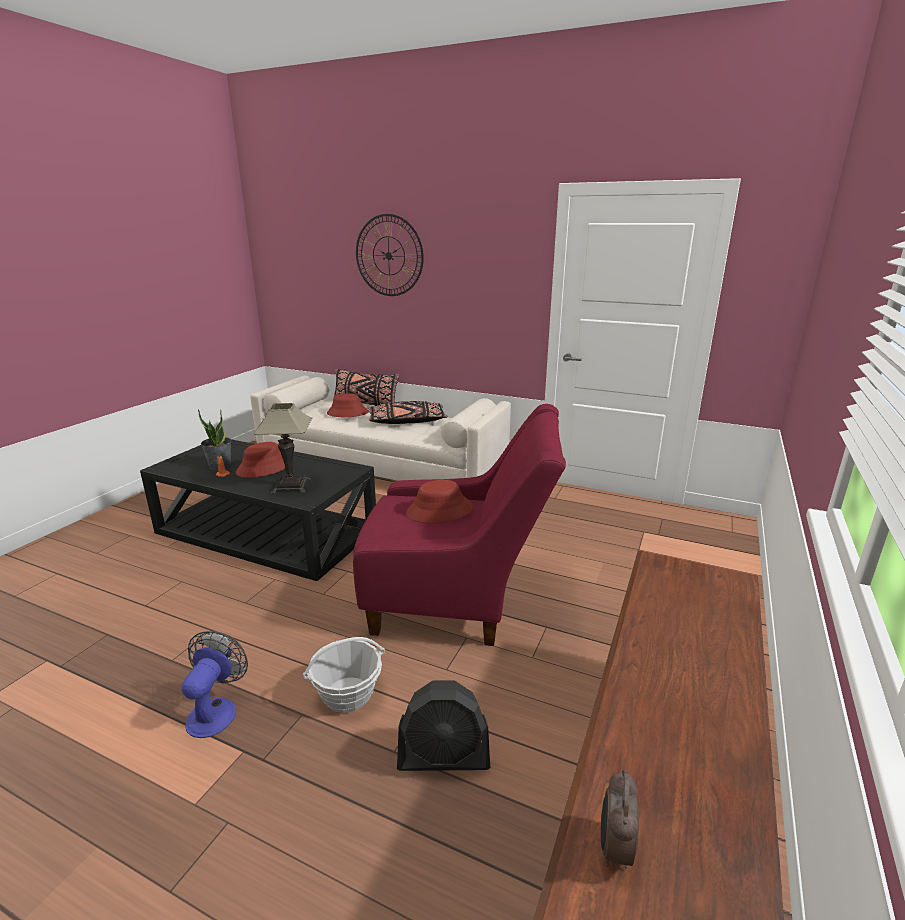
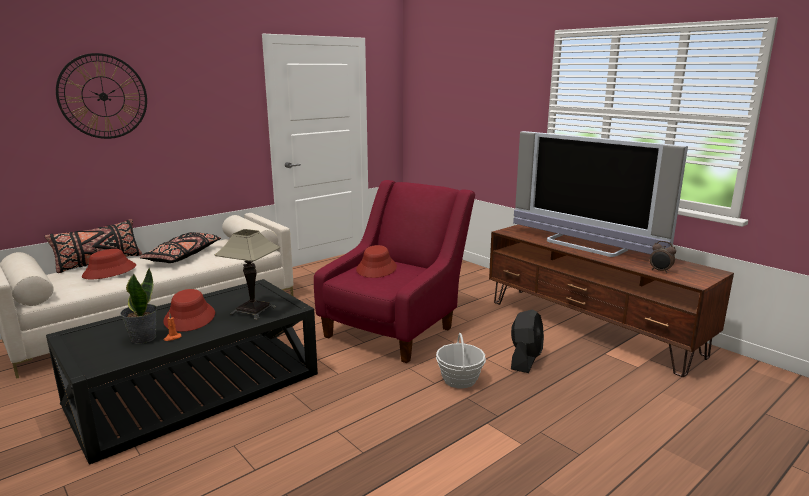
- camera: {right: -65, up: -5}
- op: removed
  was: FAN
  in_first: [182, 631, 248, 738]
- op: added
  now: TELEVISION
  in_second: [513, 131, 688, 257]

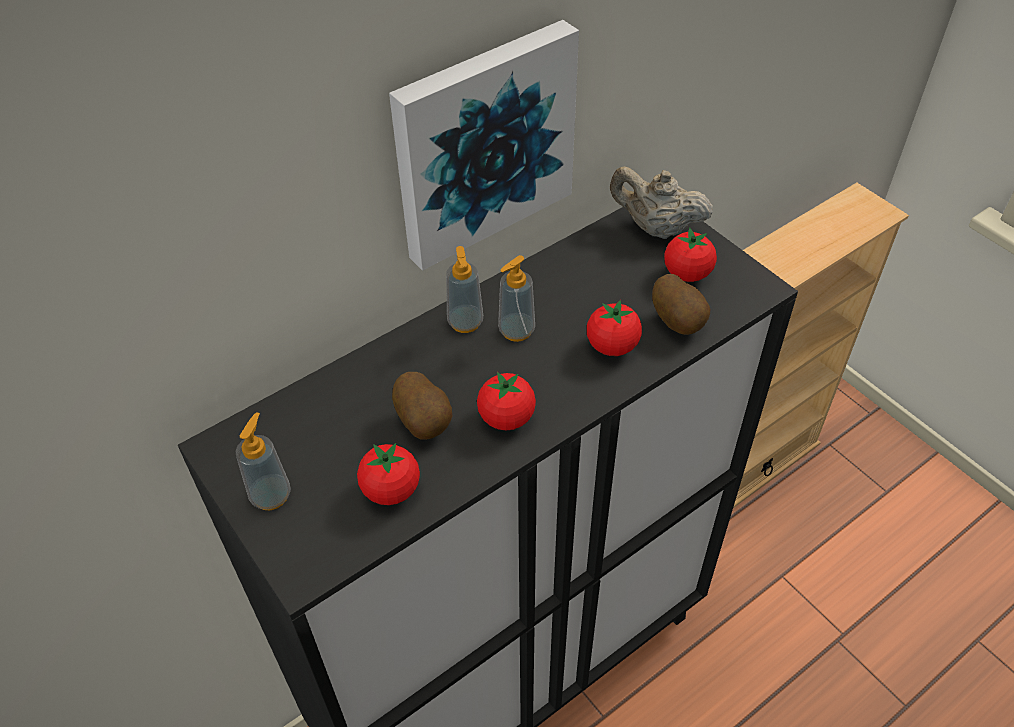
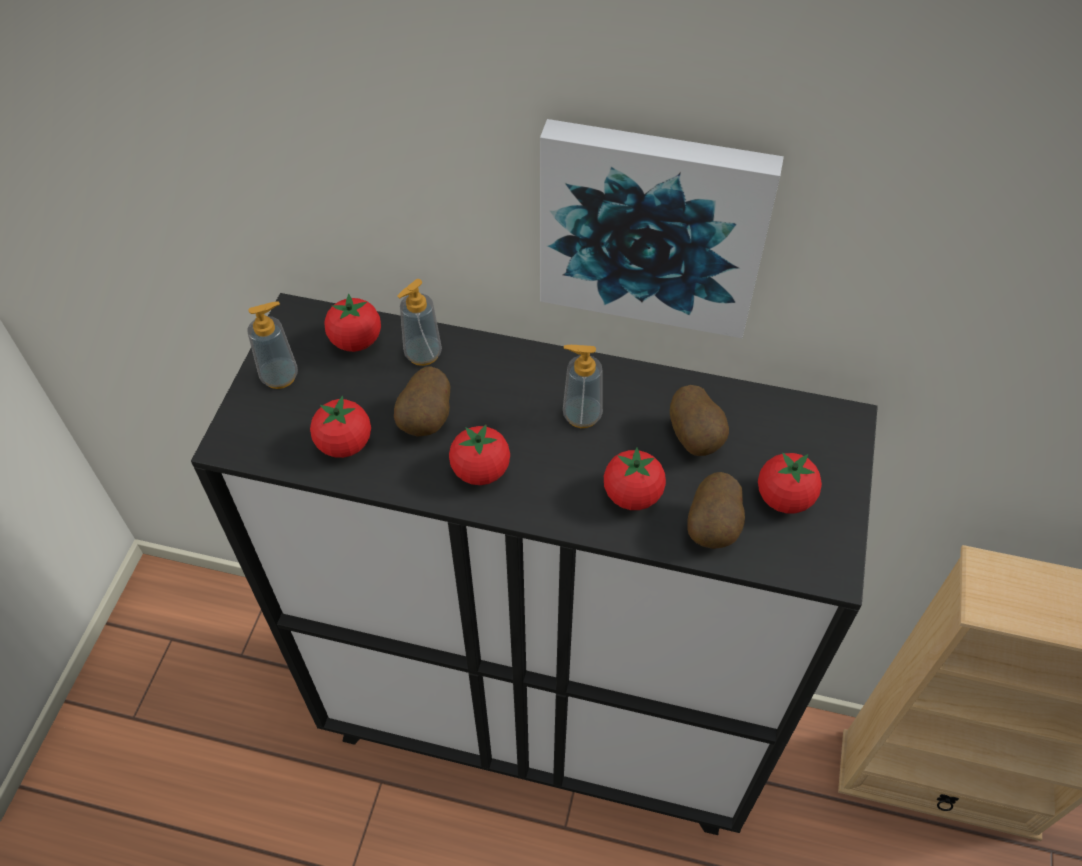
- camera: {right: 50, up: 5}
- op: removed
  was: BEIGE TEAPOT
  in_first: [610, 166, 713, 239]
- op: added
  now: TOMATO
  in_second: [324, 294, 381, 352]
- op: added
  now: POTATO
  in_second: [670, 385, 729, 456]
- op: moved
  was: SOAP DISPENSER
  in_first: [446, 246, 483, 333]
  in_second: [398, 279, 442, 366]

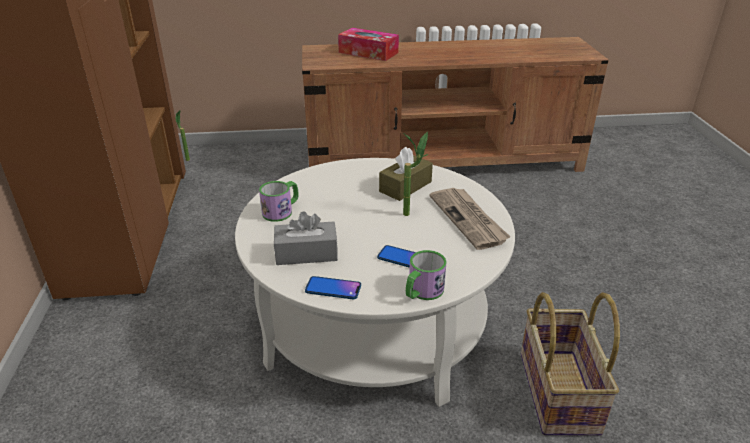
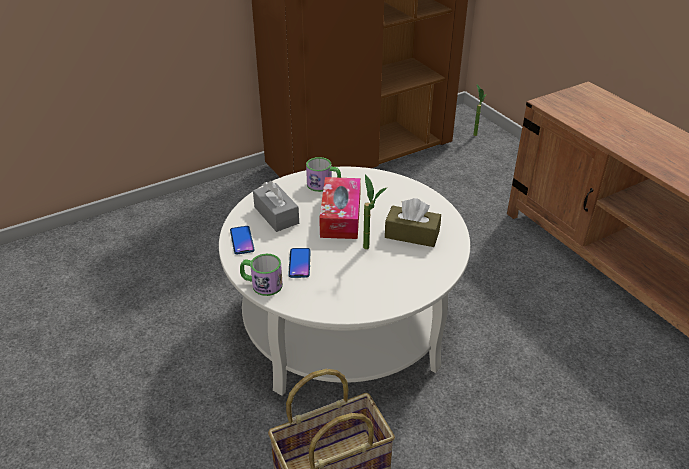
- camera: {right: 65, up: 5}
- op: removed
  was: NEWSPAPER
  in_first: [429, 188, 510, 250]
- op: moved
  was: TISSUE BOX
  in_first: [338, 28, 399, 61]
  in_second: [319, 177, 361, 239]

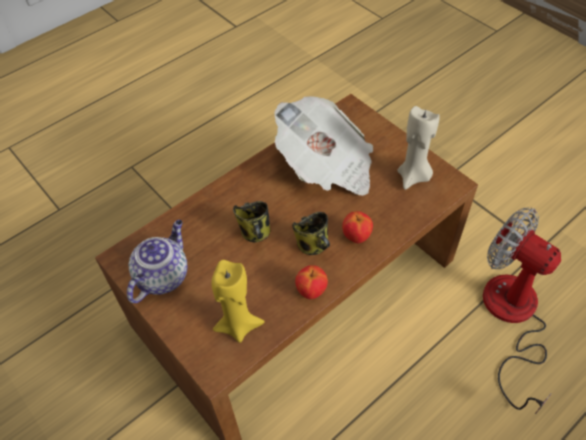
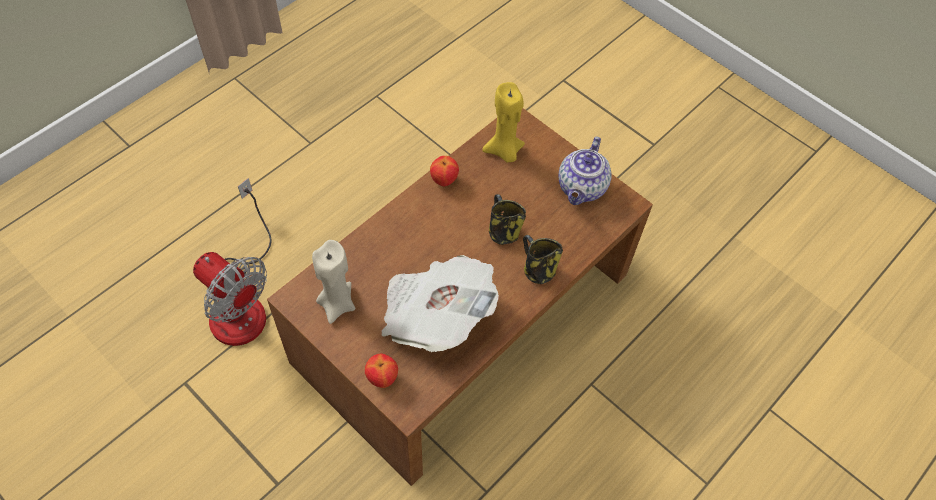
- camera: {right: 170, up: 5}
- op: moved
  was: MUG
  in_first: [292, 212, 330, 255]
  in_second: [523, 235, 563, 284]
- op: moved
  was: APPLE
  in_first: [342, 211, 373, 243]
  in_second: [365, 354, 398, 388]

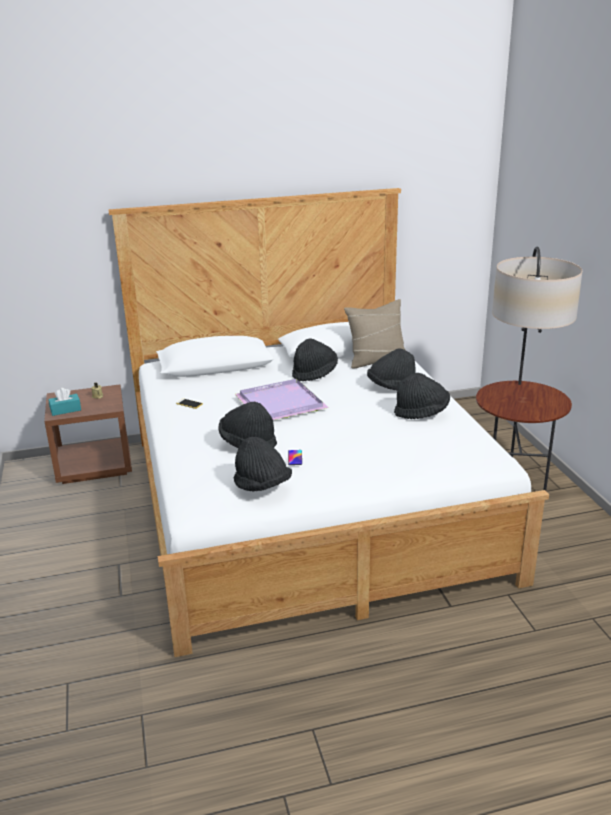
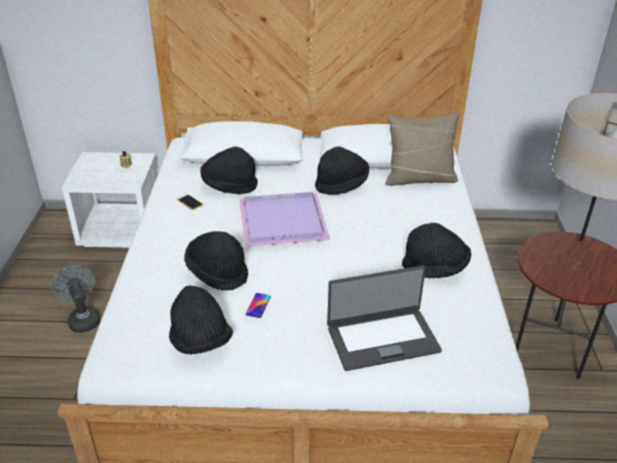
- camera: {right: 15, up: 10}
- op: removed
  was: TURQUOISE TISSUE BOX
  in_first: [48, 388, 81, 416]
- op: added
  now: GREY FAN
  in_second: [52, 265, 101, 333]
- op: added
  now: LAPTOP
  in_second: [327, 265, 442, 371]
- op: moved
  was: BLACK HAT
  in_first: [367, 348, 416, 390]
  in_second: [201, 147, 258, 194]
- op: recoloured
  was: BROWN NIGHTSTAND
  now: WHITE NIGHTSTAND
  in_first: [44, 385, 132, 484]
  in_second: [62, 152, 158, 248]

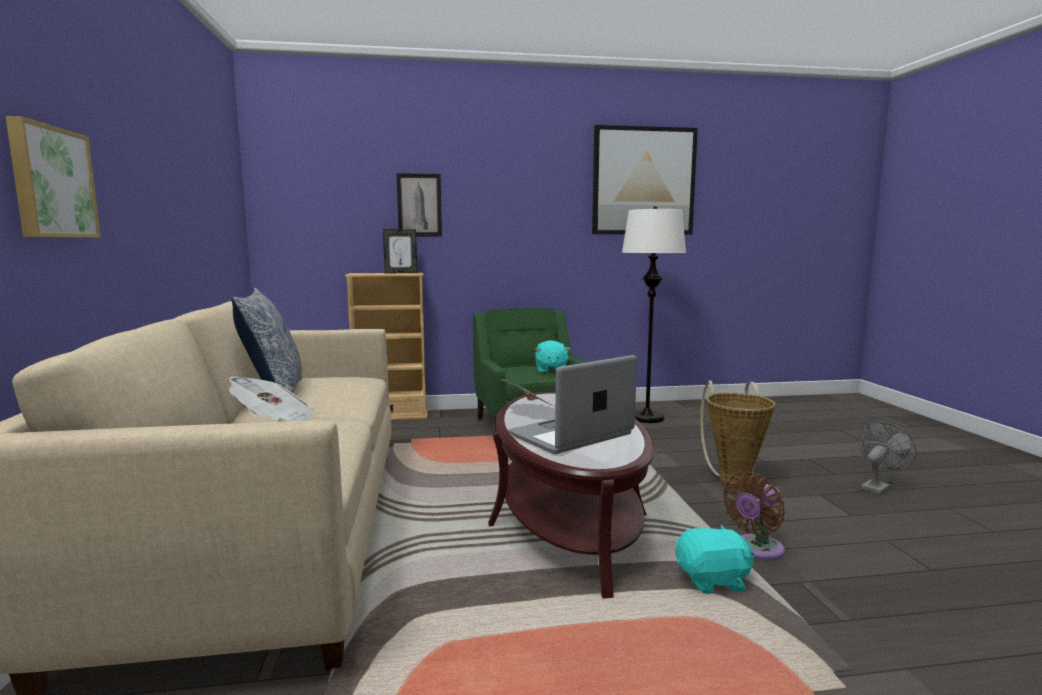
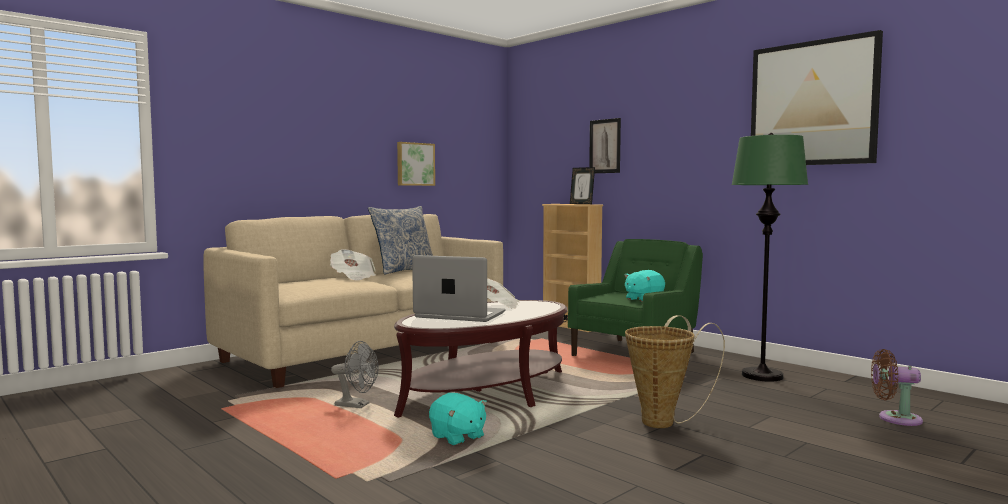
- camera: {right: 55, up: -5}
- op: moved
  was: PICTURE
  in_first: [5, 116, 101, 238]
  in_second: [397, 142, 435, 186]
- op: moved
  was: BROWN FAN
  in_first: [723, 472, 785, 560]
  in_second: [871, 349, 923, 426]
- op: moved
  was: GREY FAN
  in_first: [858, 421, 917, 495]
  in_second: [331, 341, 379, 408]
- op: recoloured
  was: WHITE FLOOR LAMP
  now: GREEN FLOOR LAMP
  in_first: [622, 206, 686, 423]
  in_second: [731, 133, 808, 382]

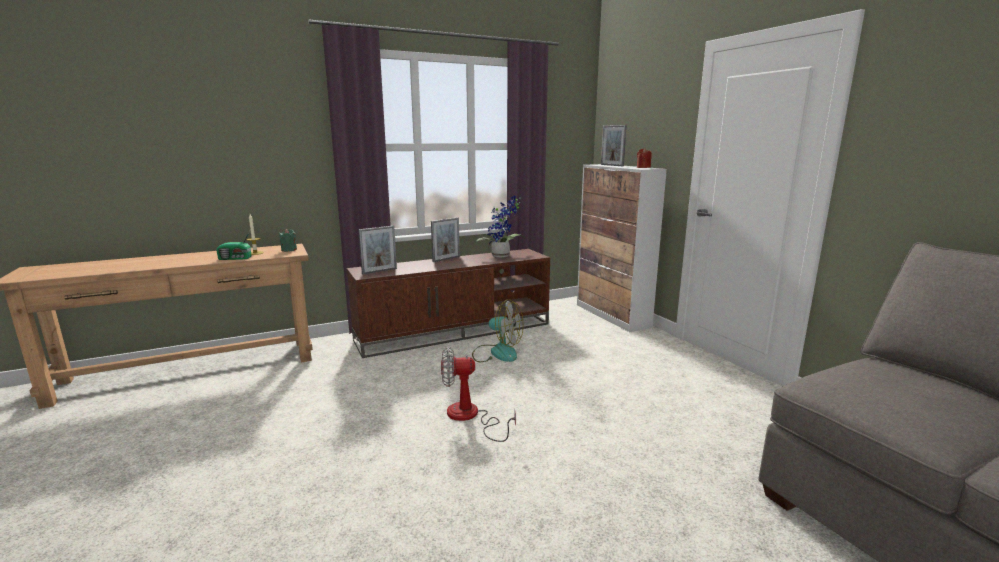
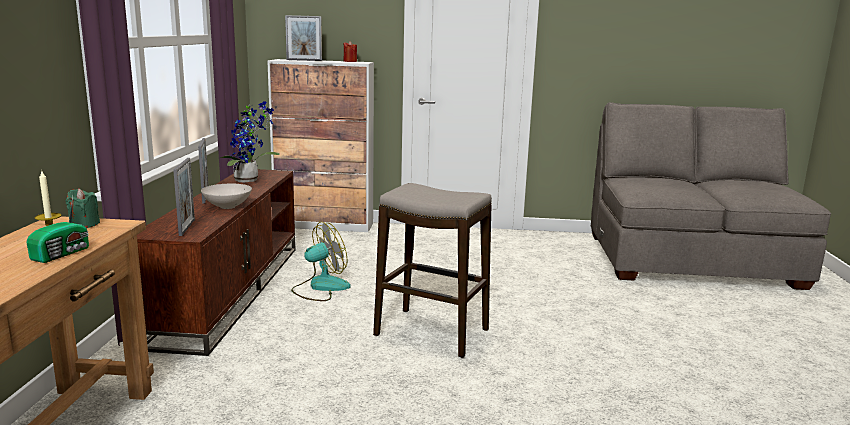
- camera: {right: -60, up: 0}
- op: added
  now: WHITE BOWL
  in_second: [201, 184, 252, 209]
- op: replaced
  was: FAN
  now: STOOL
  in_first: [441, 347, 516, 442]
  in_second: [373, 183, 492, 358]

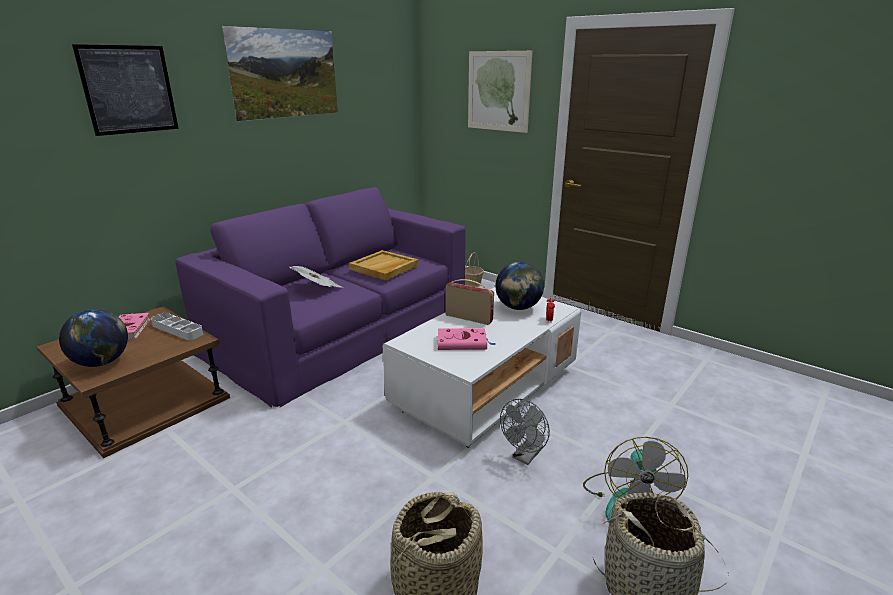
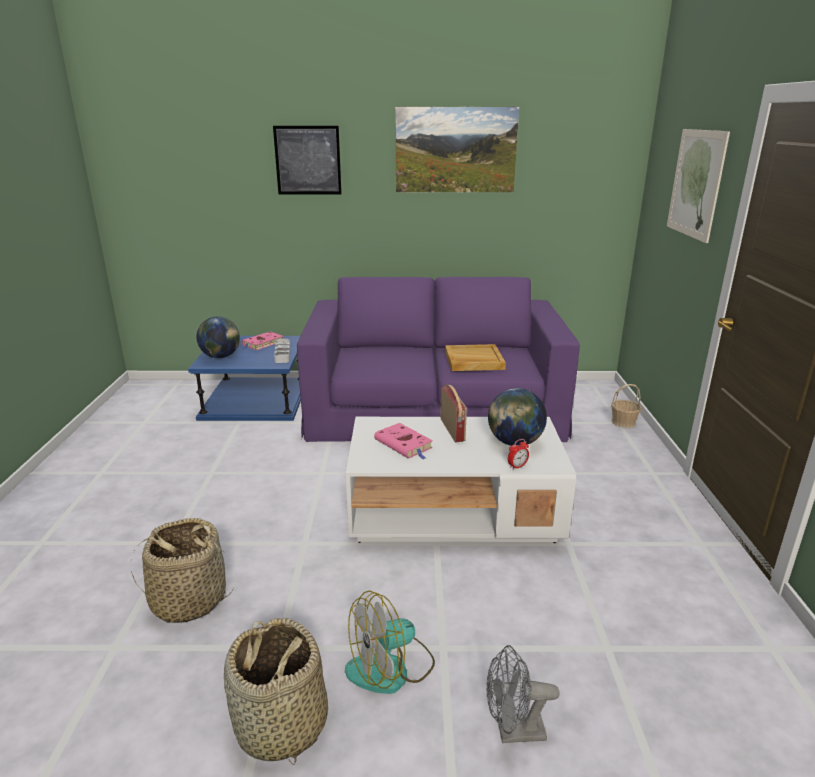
- camera: {right: 50, up: 0}
- op: removed
  was: NEWSPAPER
  in_first: [289, 266, 343, 288]
- op: moved
  was: GREY FAN
  in_first: [500, 399, 550, 465]
  in_second: [486, 645, 559, 743]
- op: recoloured
  was: BROWN SIDE TABLE
  now: BLUE SIDE TABLE
  in_first: [36, 306, 230, 458]
  in_second: [188, 336, 301, 421]

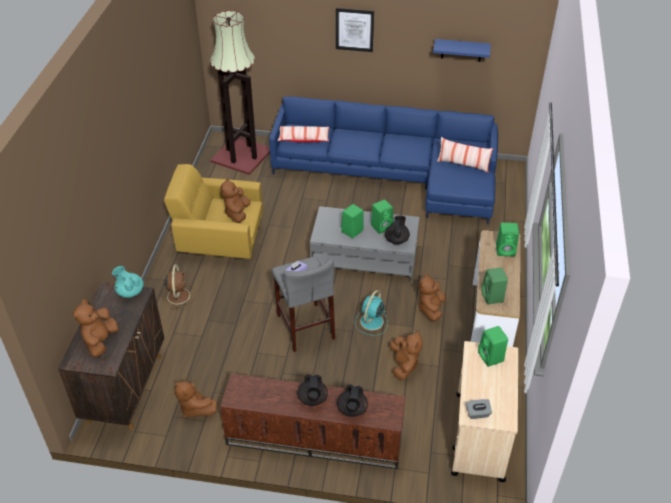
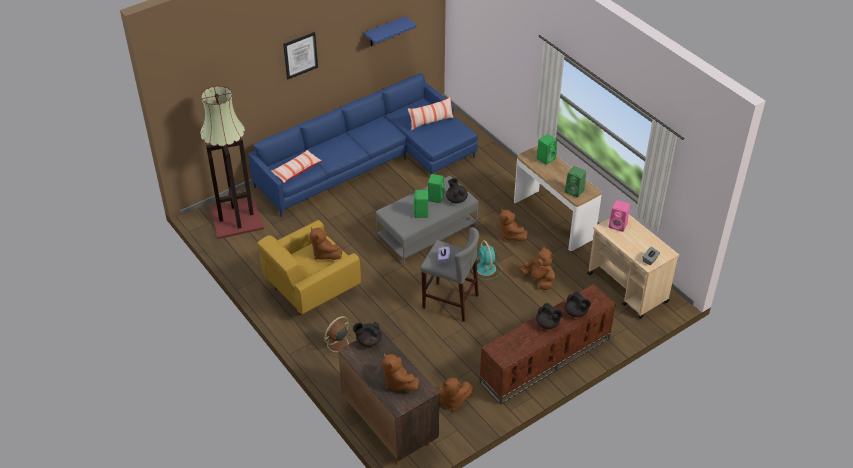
- camera: {right: -45, up: 0}
- op: recoloured
  was: TURQUOISE TEAPOT
  now: BLACK TEAPOT
  in_first: [112, 266, 144, 298]
  in_second: [353, 322, 382, 347]
- op: recoloured
  was: GREEN SPEAKER
  now: PINK SPEAKER
  in_first: [478, 326, 508, 367]
  in_second: [608, 200, 630, 232]
- op: turned
  was: BROWN FAN
  in_first: [162, 264, 195, 309]
  in_second: [321, 316, 354, 357]
  clockwise: -90

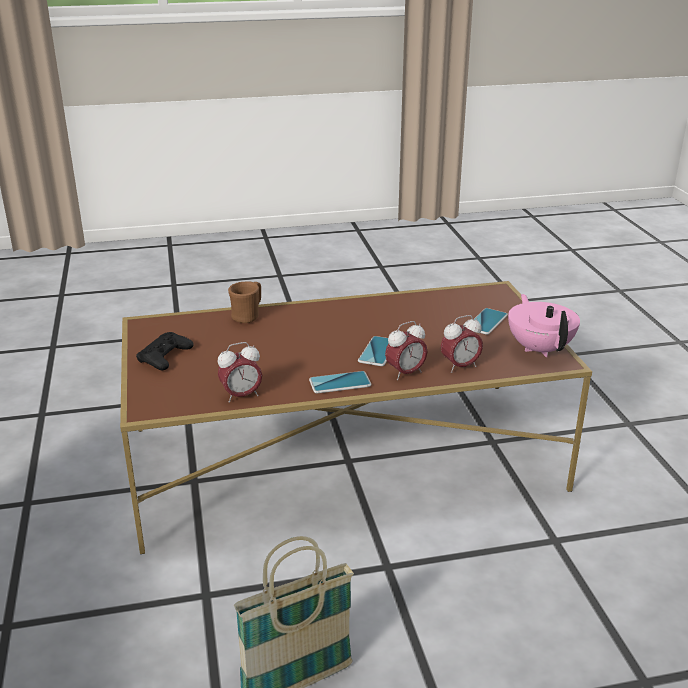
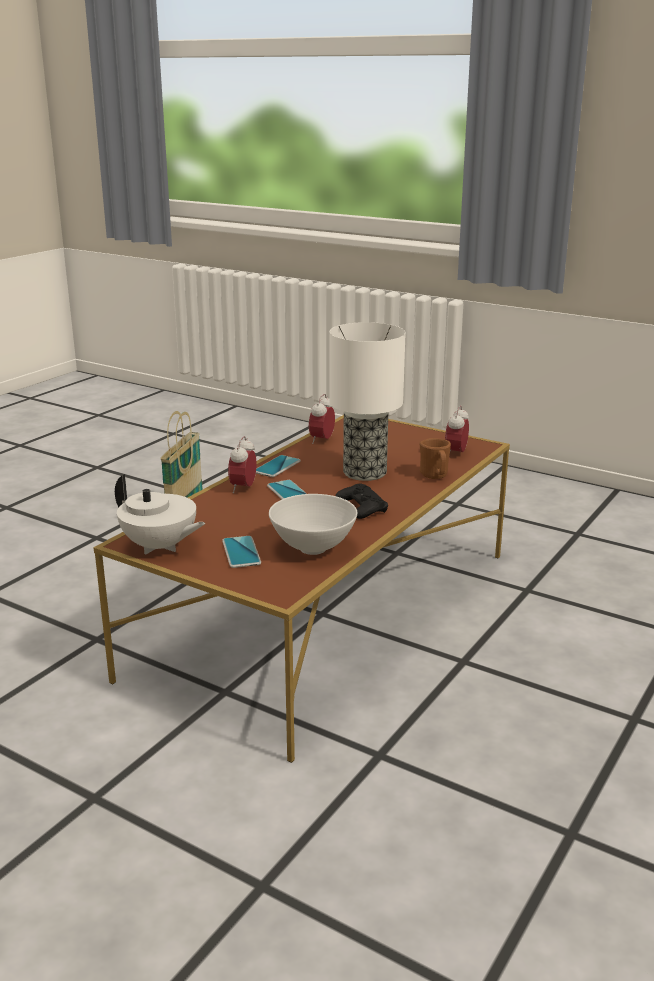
- camera: {right: 135, up: -5}
- op: added
  now: WHITE BOWL
  in_second: [269, 494, 357, 555]
- op: added
  now: TABLE LAMP
  in_second: [329, 322, 406, 481]
- op: moved
  was: BLACK GAME CONTROLLER
  in_first: [136, 332, 193, 370]
  in_second: [336, 484, 388, 519]
- op: moved
  was: ALARM CLOCK
  in_first: [441, 315, 483, 373]
  in_second: [445, 406, 469, 452]
- op: recoloured
  was: PINK TEAPOT
  now: WHITE TEAPOT
  in_first: [508, 294, 580, 357]
  in_second: [115, 474, 205, 555]

